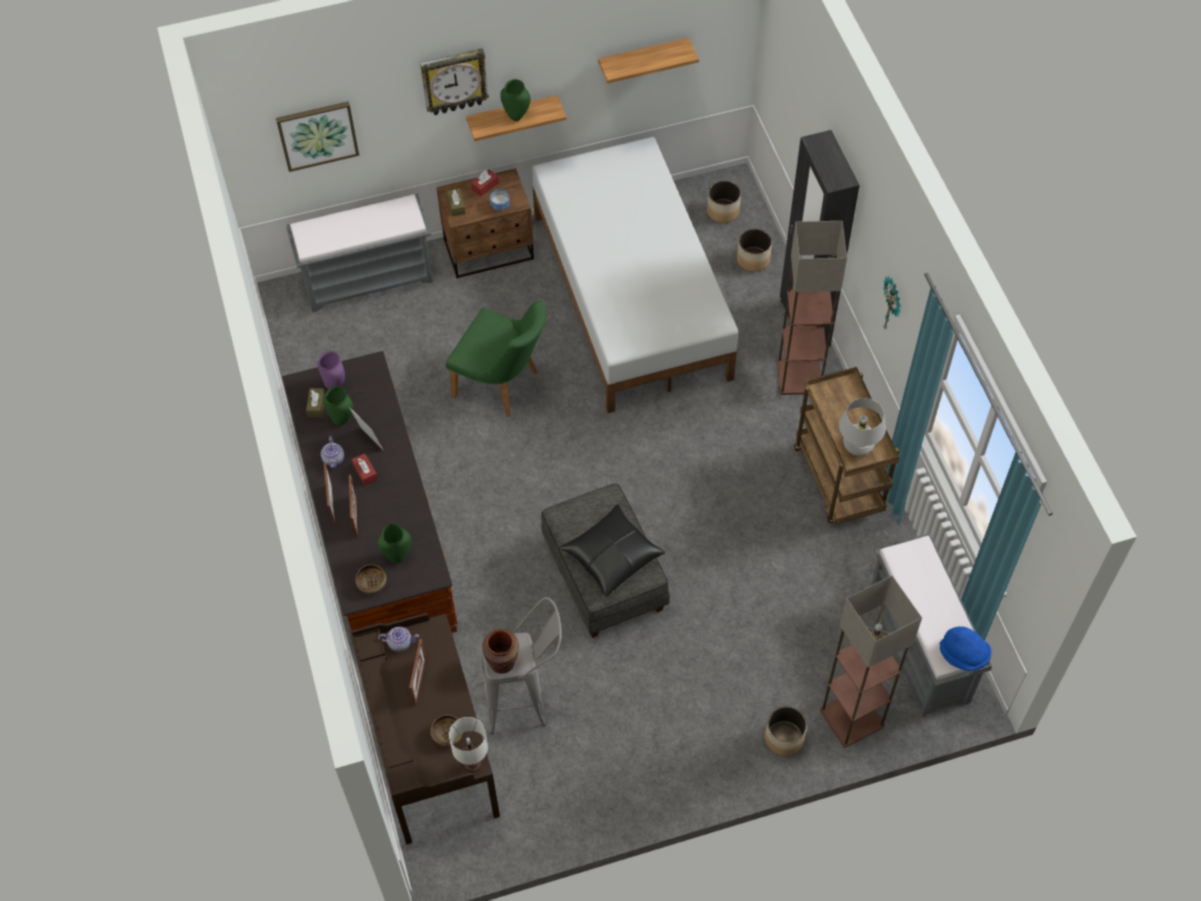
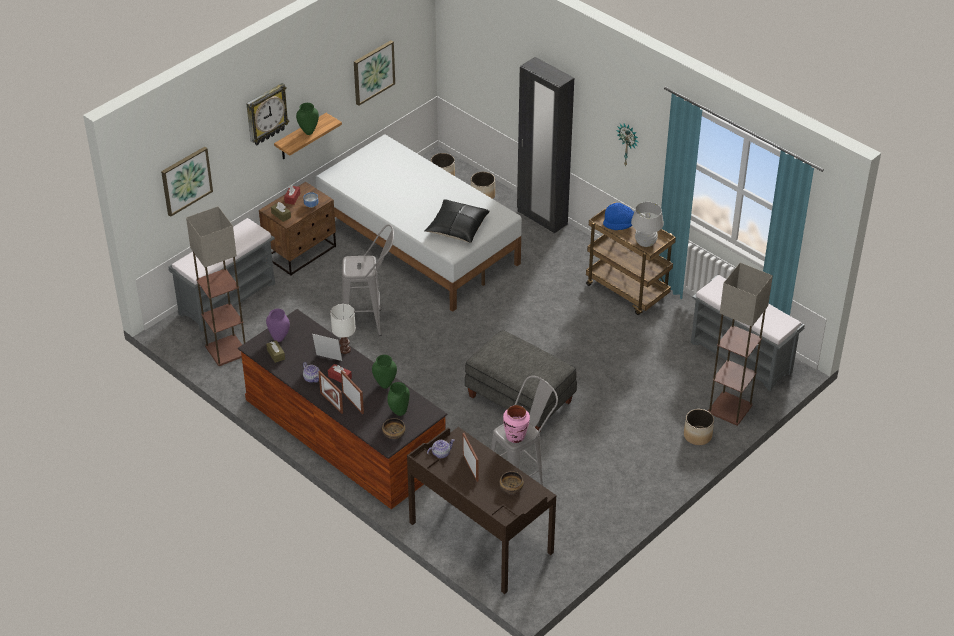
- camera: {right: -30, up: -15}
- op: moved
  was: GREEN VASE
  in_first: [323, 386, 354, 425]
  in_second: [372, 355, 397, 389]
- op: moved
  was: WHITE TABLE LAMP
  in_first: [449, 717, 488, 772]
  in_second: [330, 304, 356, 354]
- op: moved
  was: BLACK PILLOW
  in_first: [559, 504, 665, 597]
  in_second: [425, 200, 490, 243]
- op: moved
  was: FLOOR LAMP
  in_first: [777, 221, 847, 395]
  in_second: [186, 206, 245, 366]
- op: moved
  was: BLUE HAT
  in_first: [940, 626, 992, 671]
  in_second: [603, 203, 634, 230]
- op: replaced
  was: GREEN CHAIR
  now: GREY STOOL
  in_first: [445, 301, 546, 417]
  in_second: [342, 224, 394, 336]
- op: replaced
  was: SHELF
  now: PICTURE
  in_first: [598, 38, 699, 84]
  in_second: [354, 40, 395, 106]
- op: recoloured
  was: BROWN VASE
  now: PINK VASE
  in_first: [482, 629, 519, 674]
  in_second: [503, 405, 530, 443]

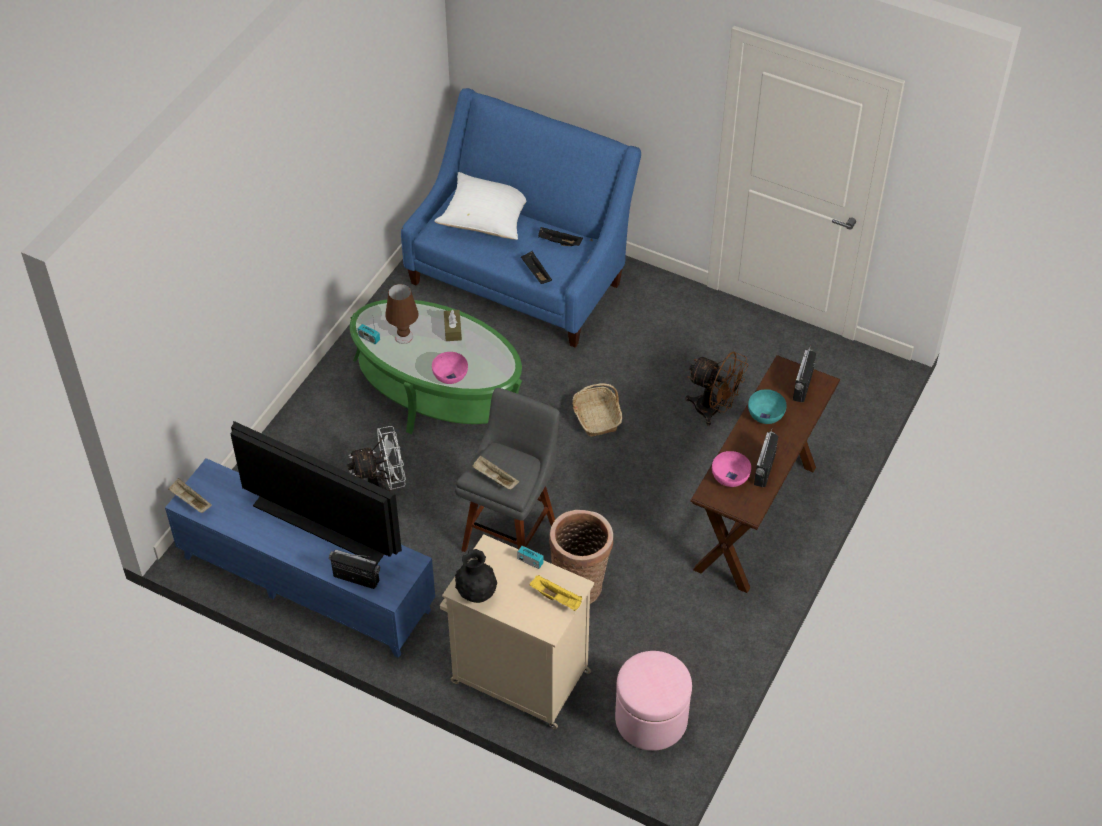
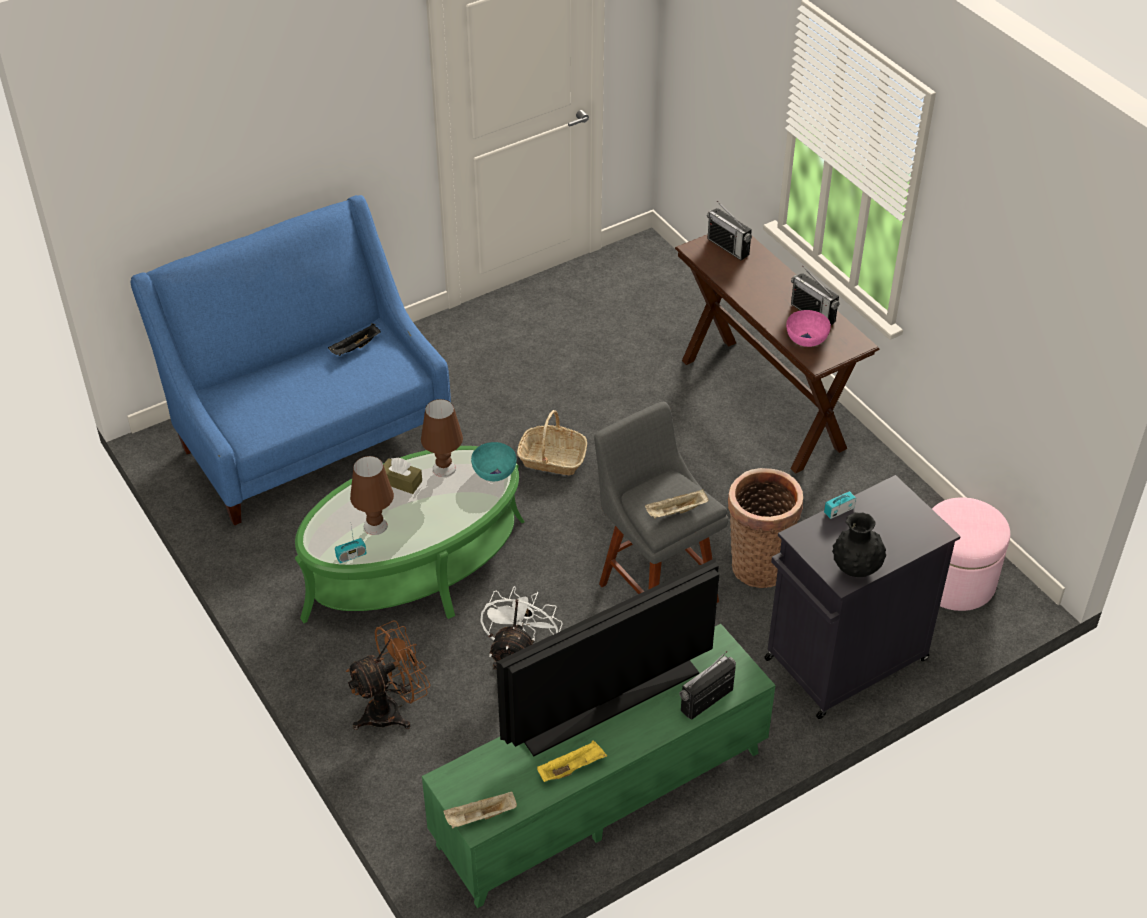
- camera: {right: -60, up: -5}
- op: removed
  was: PINK BOWL
  in_first: [432, 352, 468, 384]
- op: removed
  was: WHITE PILLOW
  in_first: [434, 172, 526, 240]
- op: removed
  was: BLACK TRAY
  in_first: [521, 251, 552, 284]
- op: added
  now: BROWN TABLE LAMP
  in_second: [421, 399, 463, 477]
- op: moved
  was: YELLOW TRAY
  in_first: [530, 575, 583, 611]
  in_second: [537, 740, 607, 782]
- op: moved
  was: BROWN FAN
  in_first: [685, 352, 748, 426]
  in_second: [346, 620, 430, 730]
- op: moved
  was: TURQUOISE BOWL
  in_first: [748, 389, 786, 424]
  in_second: [471, 442, 516, 481]
- op: recoloured
  was: BLUE TV STAND
  now: GREEN TV STAND
  in_first: [165, 458, 435, 658]
  in_second: [422, 624, 776, 908]
- op: recoloured
  was: BEIGE CABINET
  now: BLACK CABINET
  in_first: [440, 534, 594, 729]
  in_second: [764, 475, 961, 719]

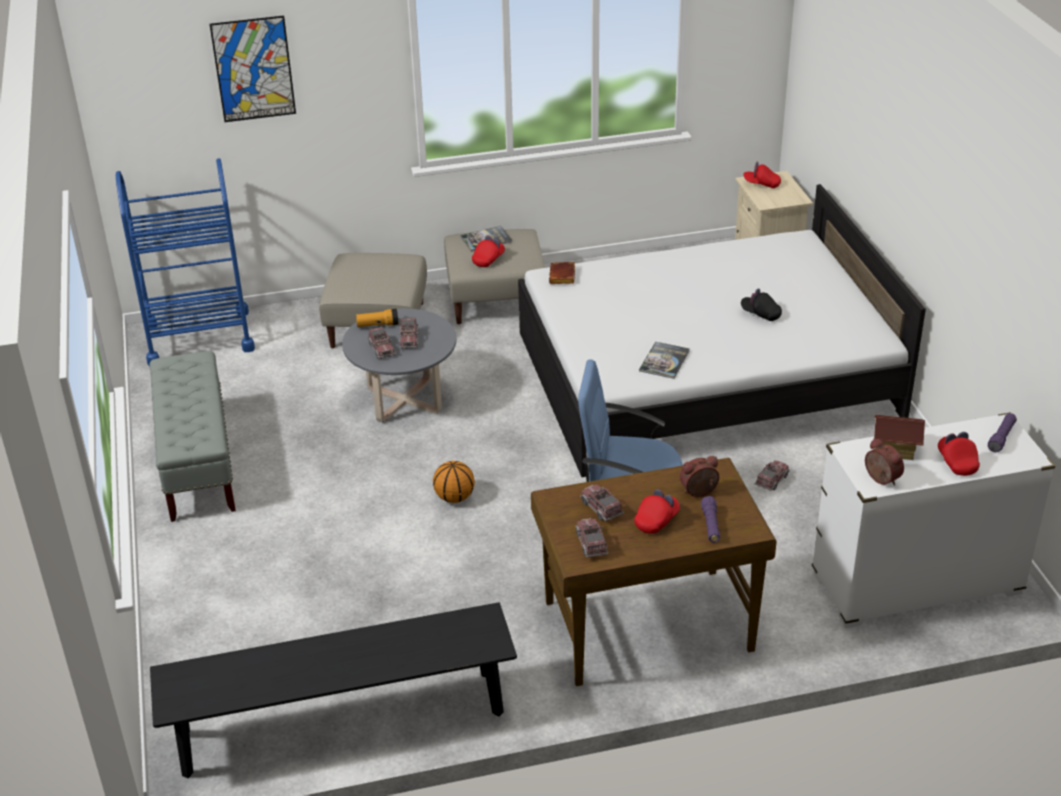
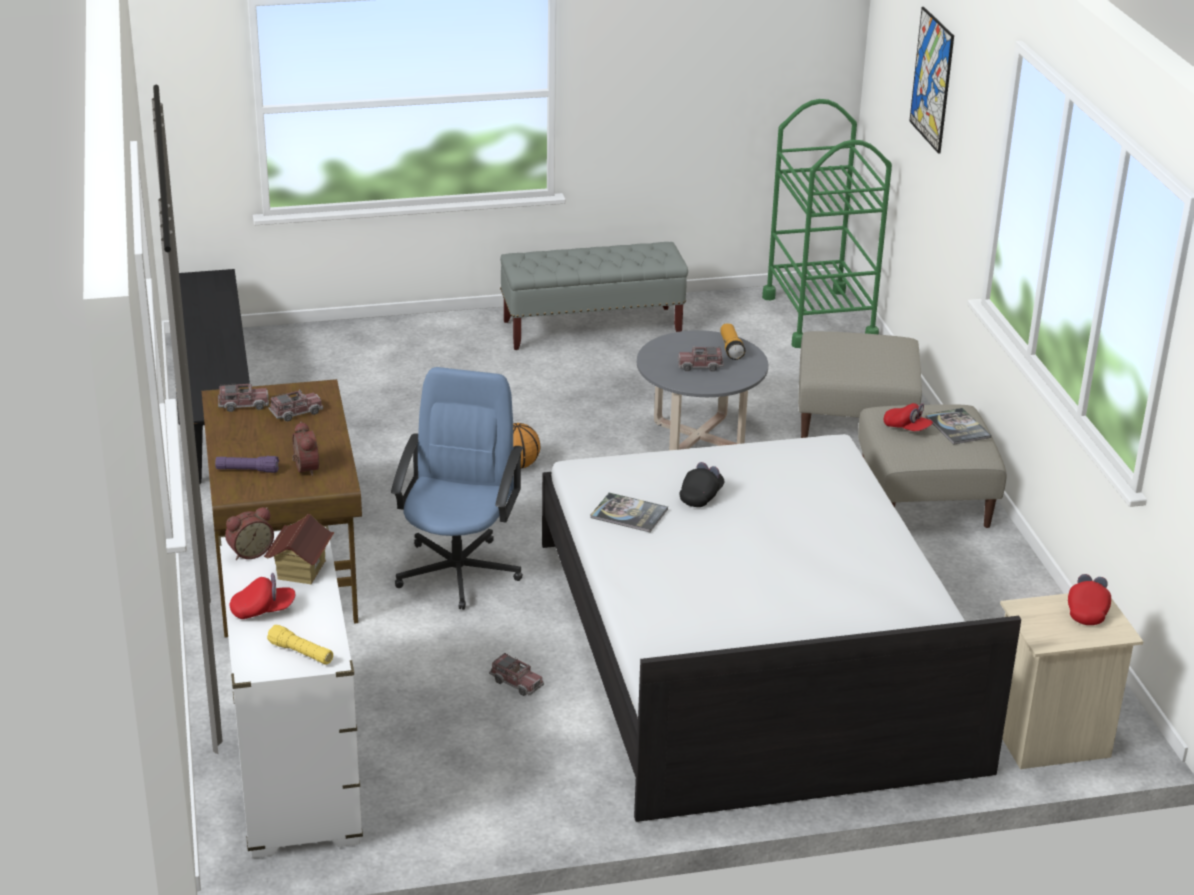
- camera: {right: 90, up: -5}
- op: removed
  was: TOY TRUCK
  in_first: [367, 326, 396, 359]
- op: removed
  was: BROWN BOOK
  in_first: [549, 262, 575, 284]
- op: removed
  was: RED CAP
  in_first: [634, 489, 680, 534]
- op: moved
  was: BLACK CAP
  in_first: [741, 288, 782, 321]
  in_second: [680, 462, 724, 507]
- op: recoloured
  was: BLUE CART
  now: GREEN CART
  in_first: [116, 158, 255, 365]
  in_second: [762, 99, 892, 348]
- op: recoloured
  was: PURPLE FLASHLIGHT
  now: YELLOW FLASHLIGHT
  in_first: [988, 413, 1016, 452]
  in_second: [267, 625, 333, 664]

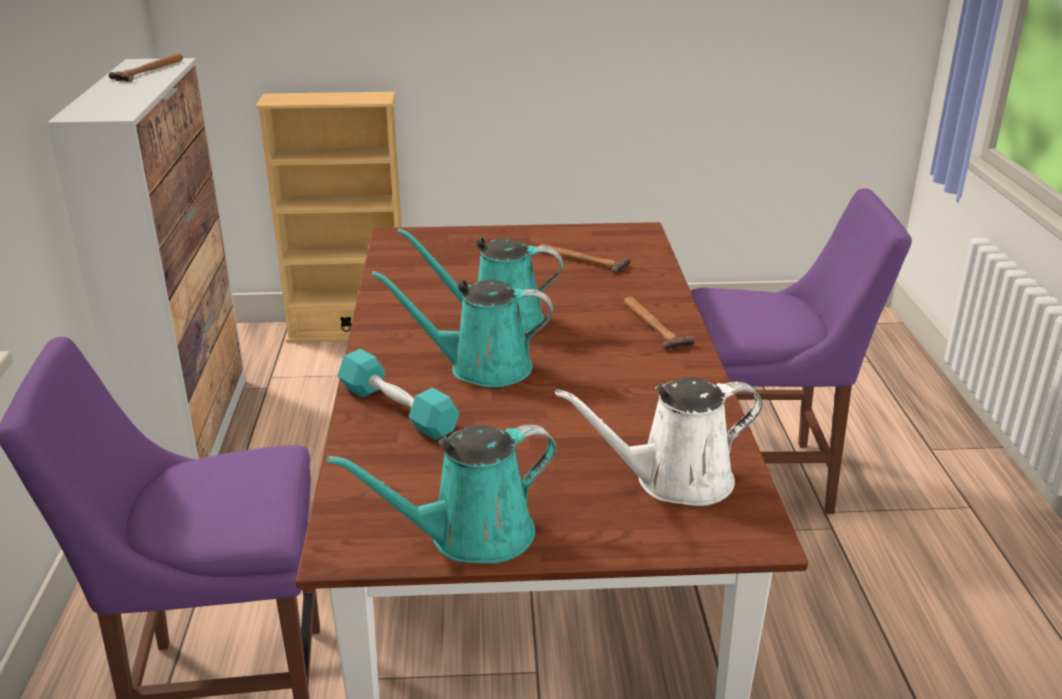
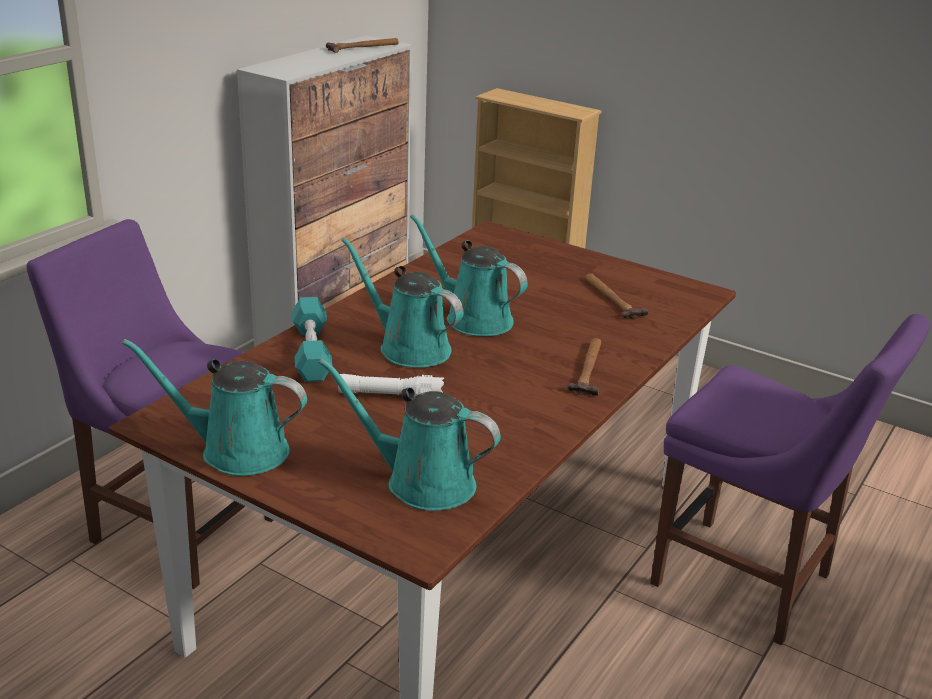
- camera: {right: 35, up: 0}
- op: added
  now: WHITE FLASHLIGHT
  in_second: [338, 374, 444, 396]
- op: recoloured
  was: WHITE WATERING CAN
  now: TURQUOISE WATERING CAN
  in_first: [555, 377, 762, 506]
  in_second: [318, 358, 501, 511]

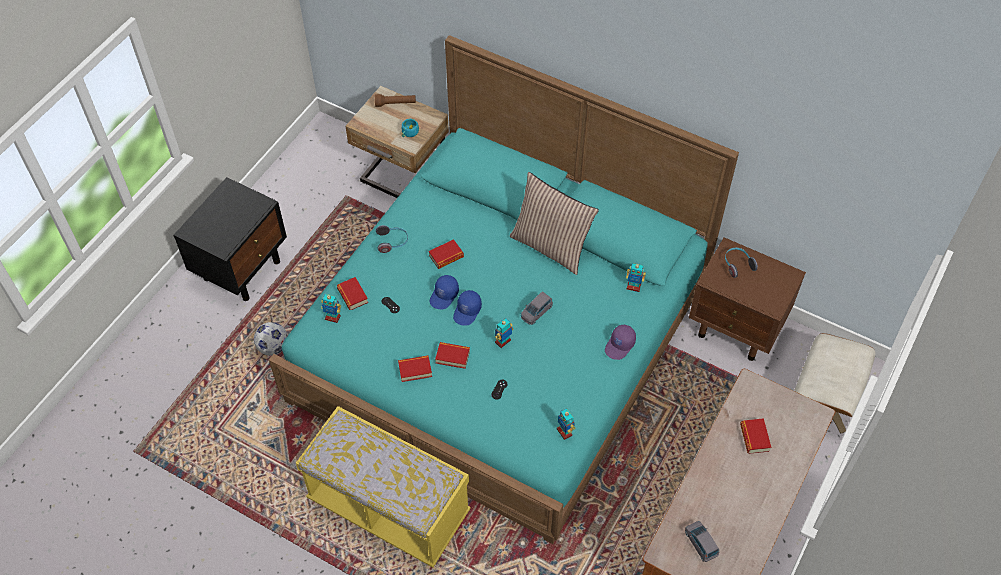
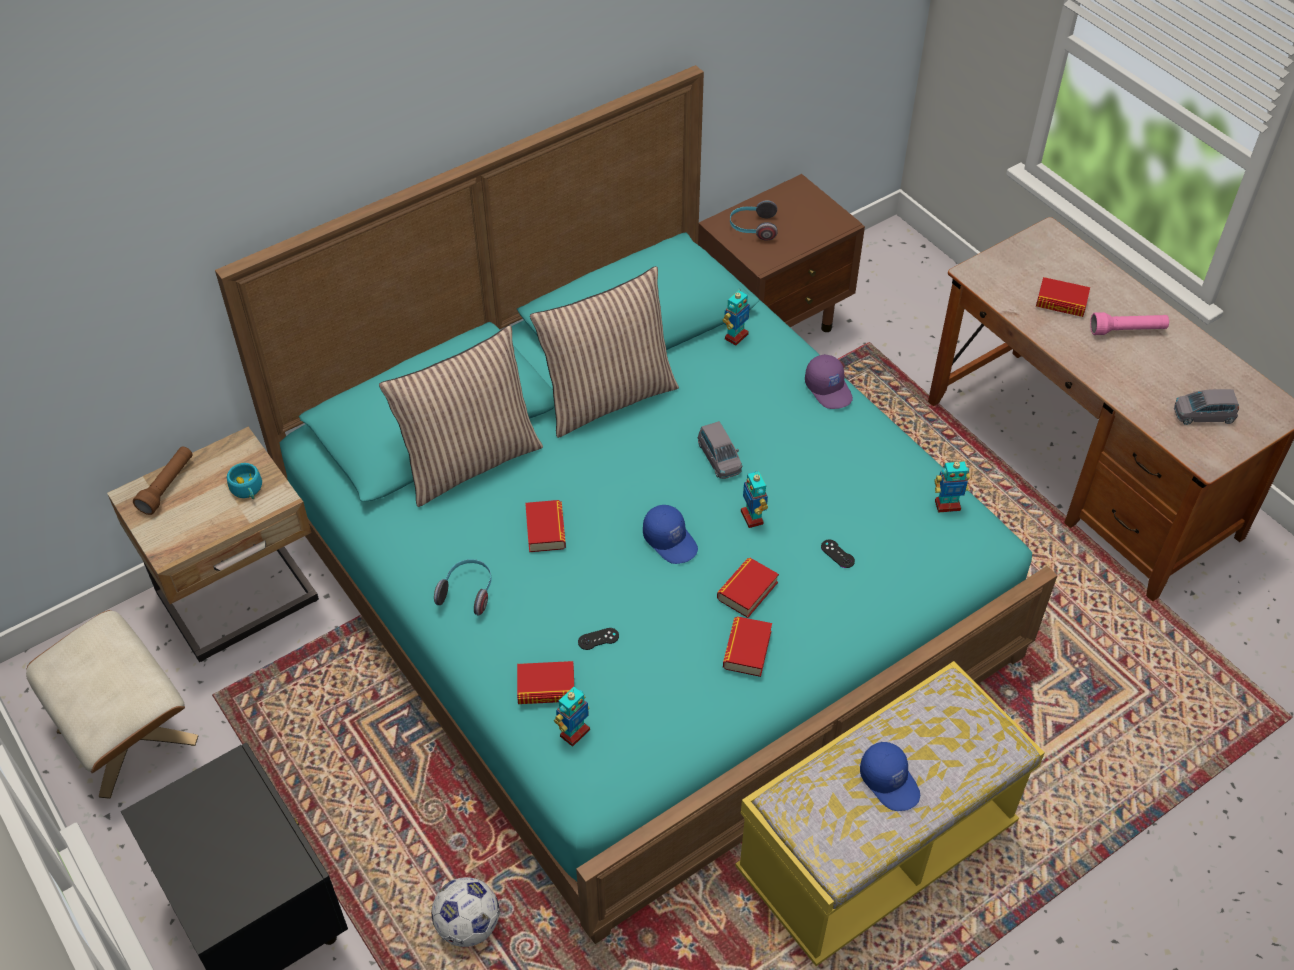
- camera: {right: -65, up: -5}
- op: added
  now: PILLOW
  in_second: [379, 325, 543, 507]
- op: added
  now: PINK FLASHLIGHT
  in_second: [1090, 312, 1169, 335]
- op: moved
  was: BLUE CAP
  in_first: [430, 275, 459, 309]
  in_second: [860, 742, 920, 811]
- op: moved
  was: BEIGE OTTOMAN
  in_first: [794, 333, 876, 434]
  in_second: [26, 610, 198, 799]

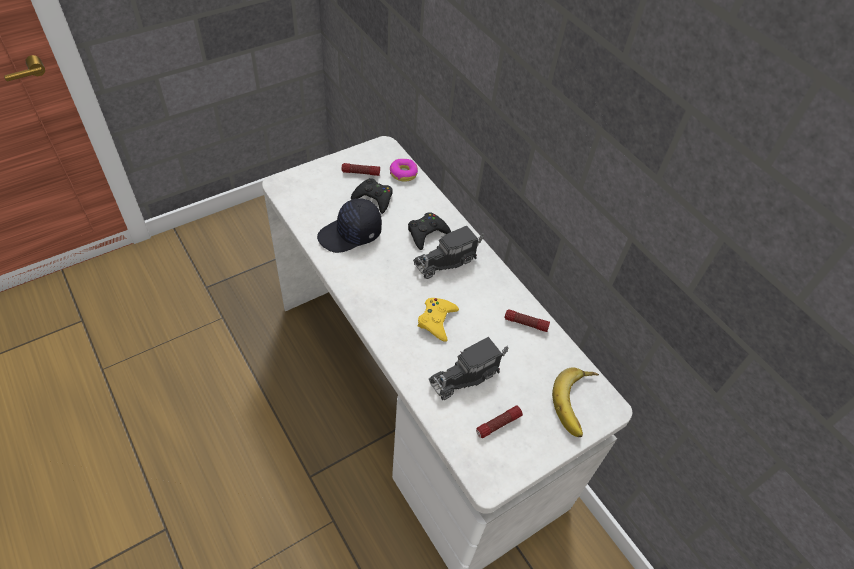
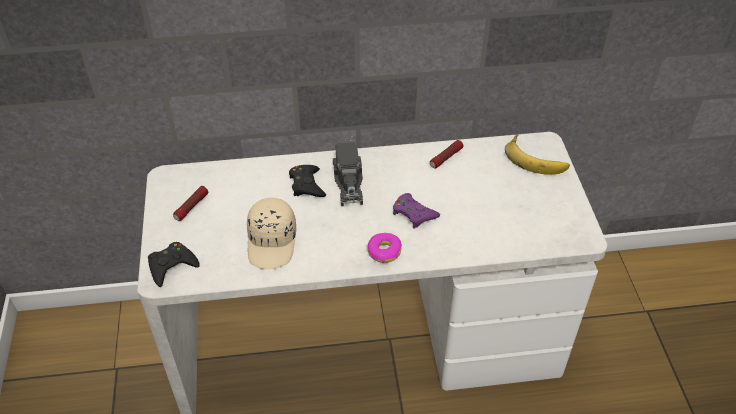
- camera: {right: -60, up: -5}
- op: removed
  was: TOY TRUCK
  in_first: [428, 337, 508, 400]
- op: removed
  was: FLASHLIGHT
  in_first: [476, 405, 523, 438]
- op: moved
  was: BLACK GAME CONTROLLER
  in_first: [351, 178, 393, 214]
  in_second: [148, 242, 200, 287]
- op: moved
  was: DONUT
  in_first: [390, 159, 418, 182]
  in_second: [367, 233, 402, 263]
- op: recoloured
  was: BLACK CAP
  now: BEIGE CAP
  in_first: [317, 198, 382, 253]
  in_second: [247, 198, 296, 269]
- op: recoloured
  was: YELLOW GAME CONTROLLER
  now: PURPLE GAME CONTROLLER
  in_first: [418, 298, 459, 342]
  in_second: [393, 193, 440, 229]

